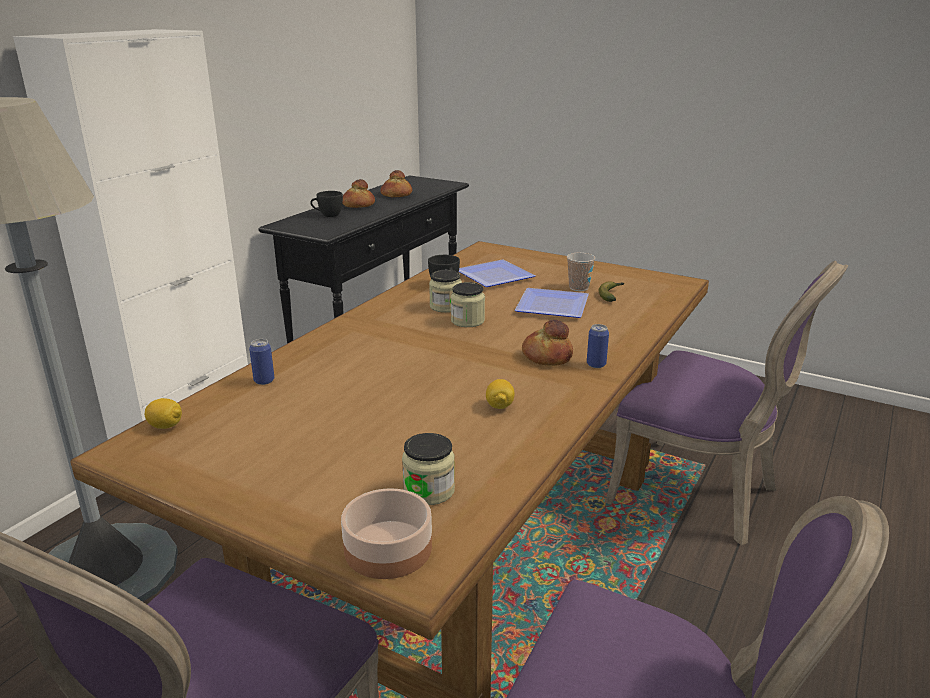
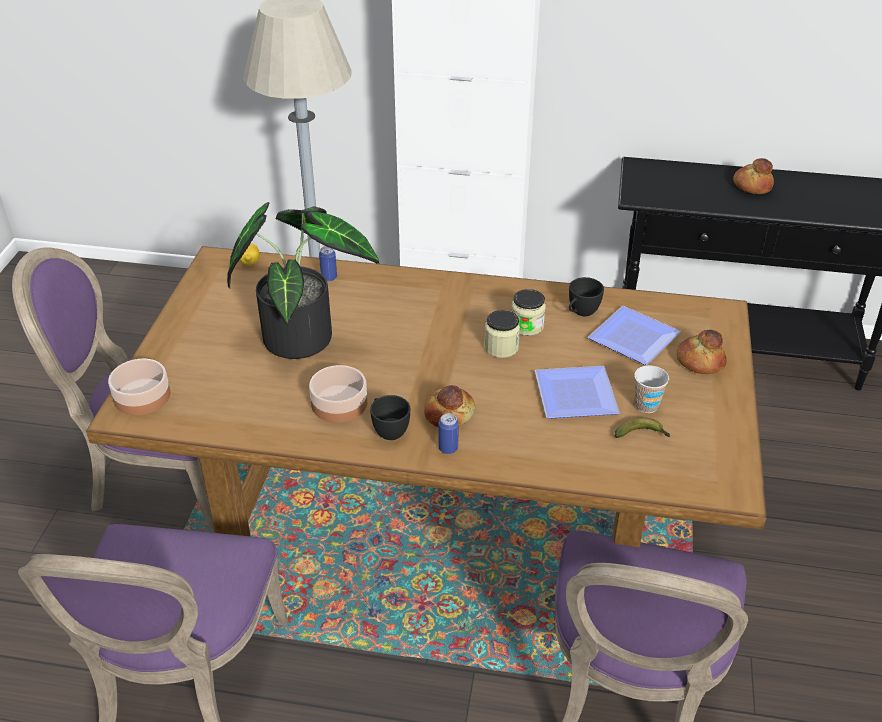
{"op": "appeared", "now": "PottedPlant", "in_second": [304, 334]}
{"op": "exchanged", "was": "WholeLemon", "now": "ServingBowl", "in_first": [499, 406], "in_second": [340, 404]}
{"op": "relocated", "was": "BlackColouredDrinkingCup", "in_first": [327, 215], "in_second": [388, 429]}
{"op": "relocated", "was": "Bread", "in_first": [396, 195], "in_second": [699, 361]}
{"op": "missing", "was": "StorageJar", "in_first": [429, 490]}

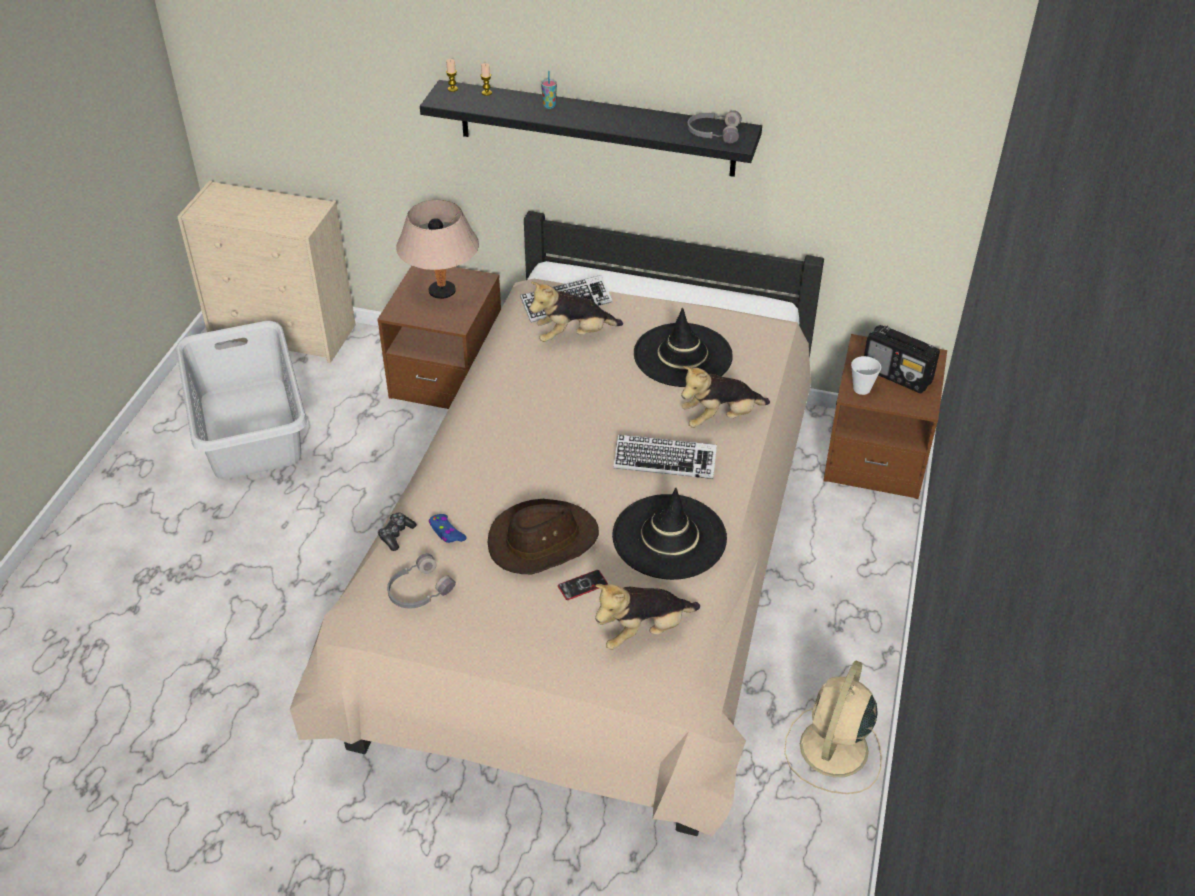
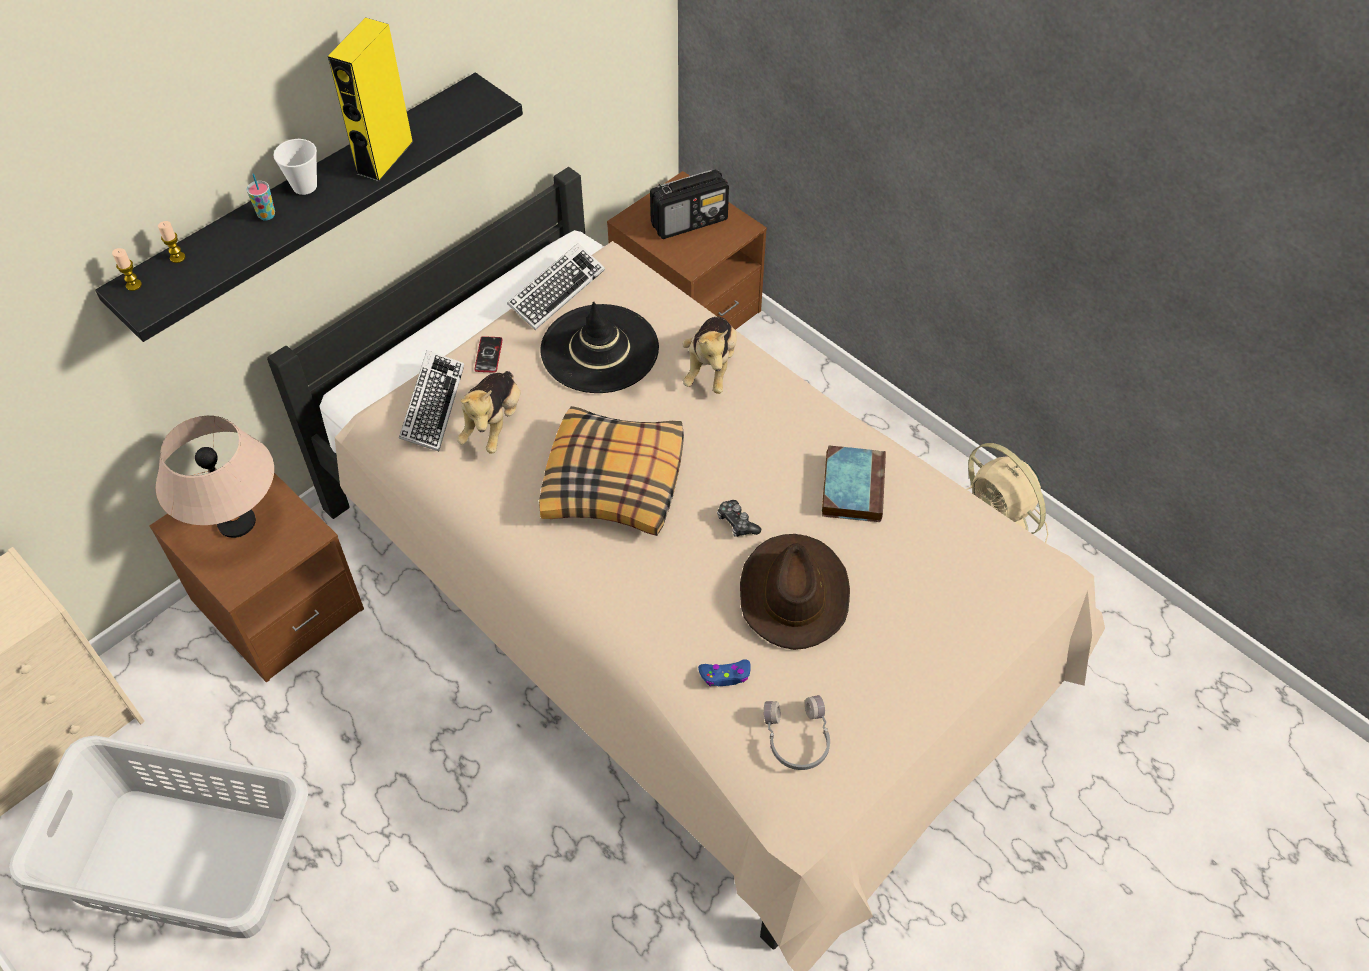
{"op": "relocated", "was": "DrinkingCup", "in_first": [861, 389], "in_second": [304, 186]}
{"op": "appeared", "now": "YellowSpeaker", "in_second": [385, 157]}
{"op": "relocated", "was": "Telephone", "in_first": [582, 585], "in_second": [488, 355]}
{"op": "relocated", "was": "ComputerKeyboard", "in_first": [665, 461], "in_second": [556, 291]}
{"op": "appeared", "now": "ThrowPillow", "in_second": [615, 482]}
{"op": "relocated", "was": "Joypad", "in_first": [396, 535], "in_second": [737, 523]}
{"op": "exchanged", "was": "BlackColouredClothingHat", "now": "Book", "in_first": [669, 537], "in_second": [852, 486]}
{"op": "missing", "was": "CuddlyToy", "in_first": [643, 631]}
{"op": "missing", "was": "GreyishHeadphones", "in_first": [713, 132]}

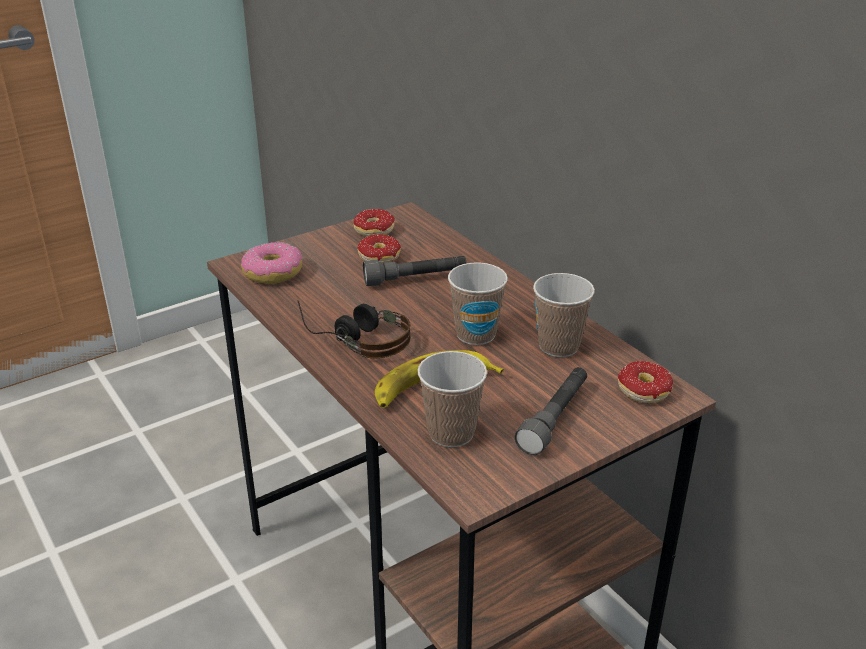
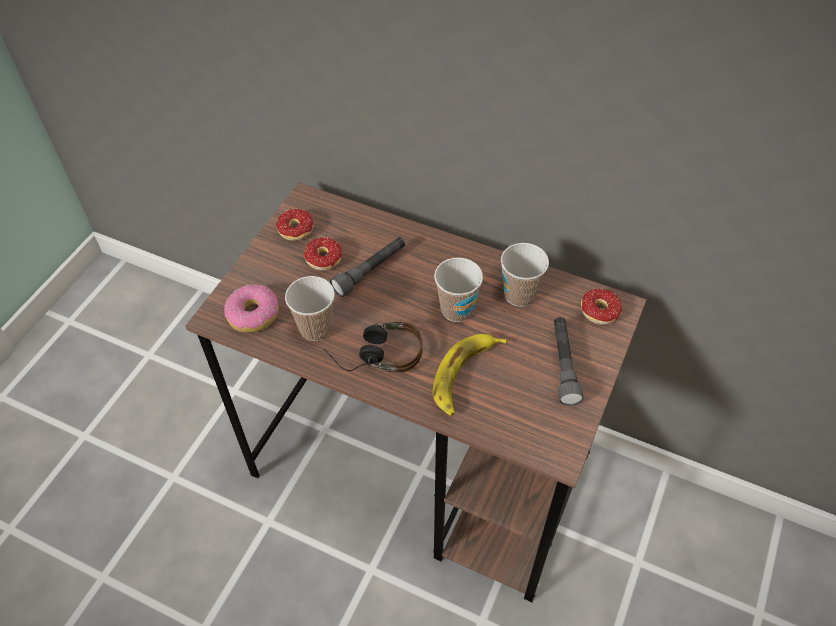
{"op": "relocated", "was": "DrinkingCup", "in_first": [451, 433], "in_second": [316, 328]}

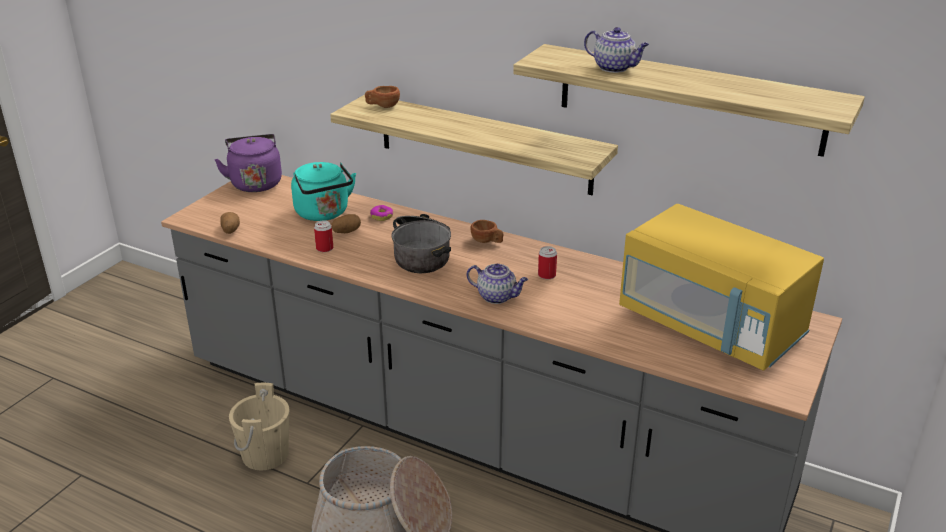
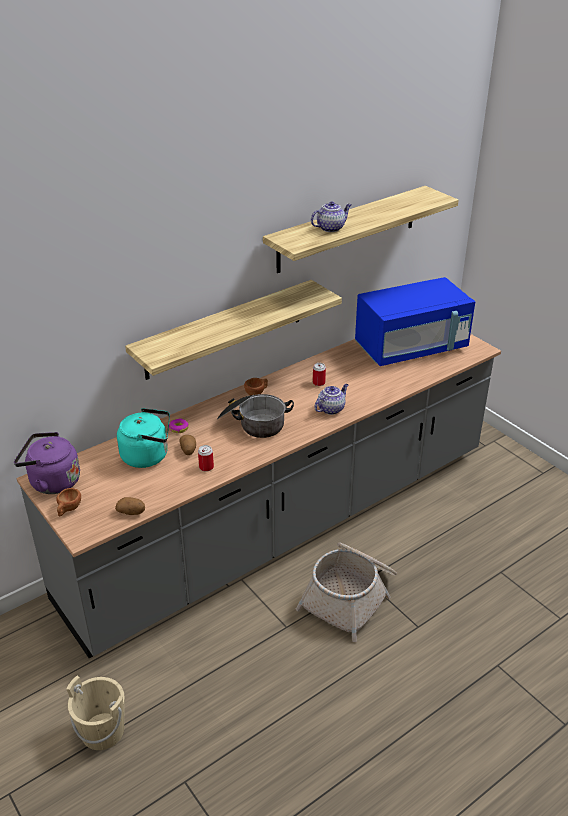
{"op": "relocated", "was": "BrownDrinkingCup", "in_first": [382, 106], "in_second": [68, 509]}
{"op": "relocated", "was": "BeigeColouredPail", "in_first": [265, 454], "in_second": [102, 730]}
{"op": "colour", "was": "YellowMicrowaveOven", "now": "BluishMicrowaveOven", "in_first": [711, 326], "in_second": [411, 348]}

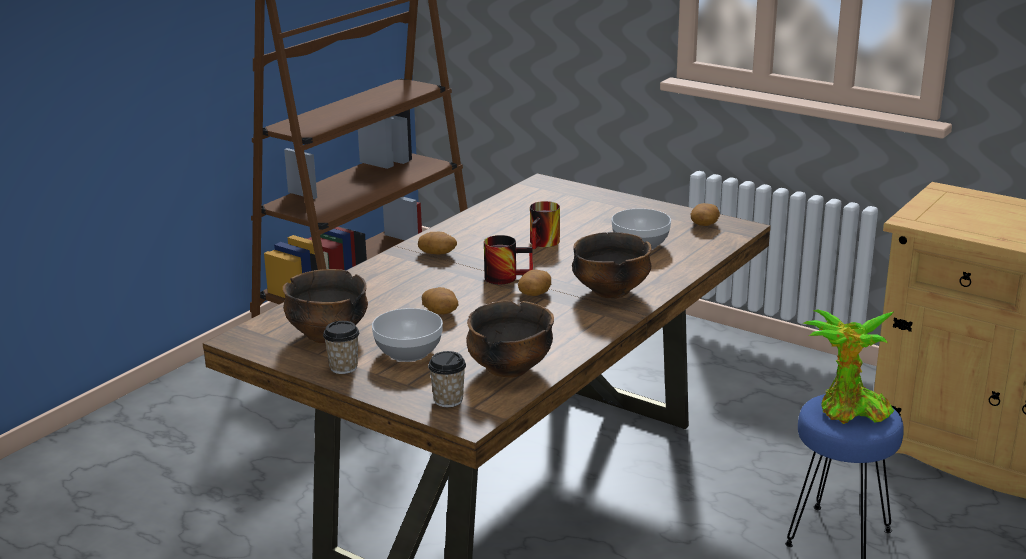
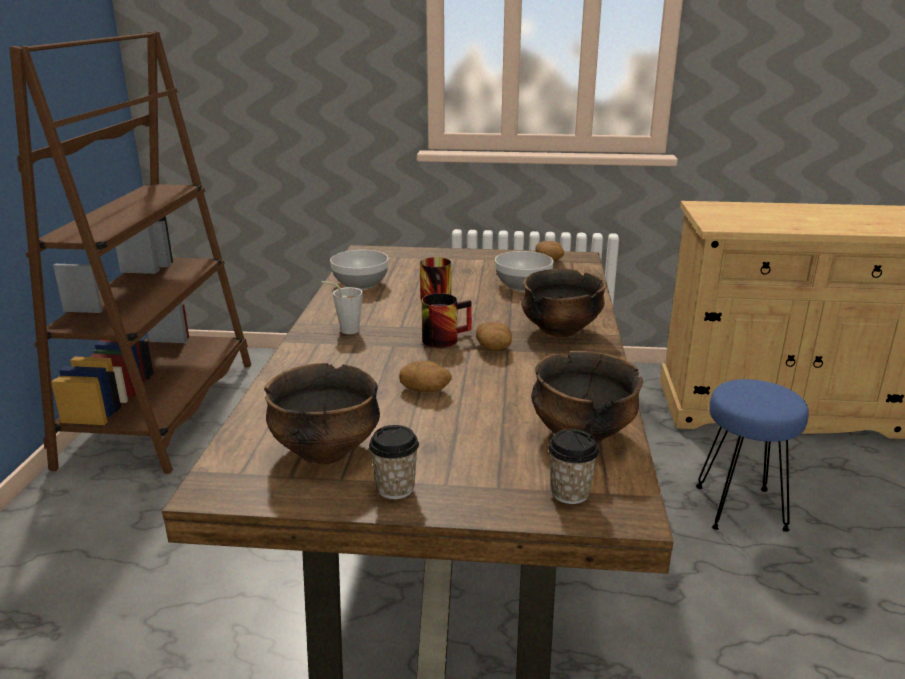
{"op": "exchanged", "was": "Spud", "now": "GreyishDrinkingCup", "in_first": [438, 253], "in_second": [345, 330]}
{"op": "relocated", "was": "ServingBowl", "in_first": [409, 352], "in_second": [361, 284]}
{"op": "missing", "was": "PottedPlant", "in_first": [849, 412]}

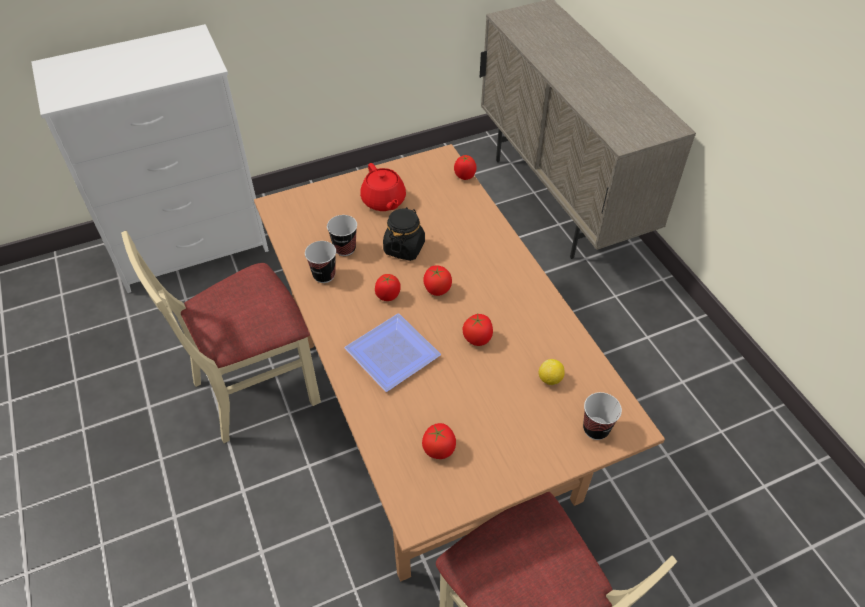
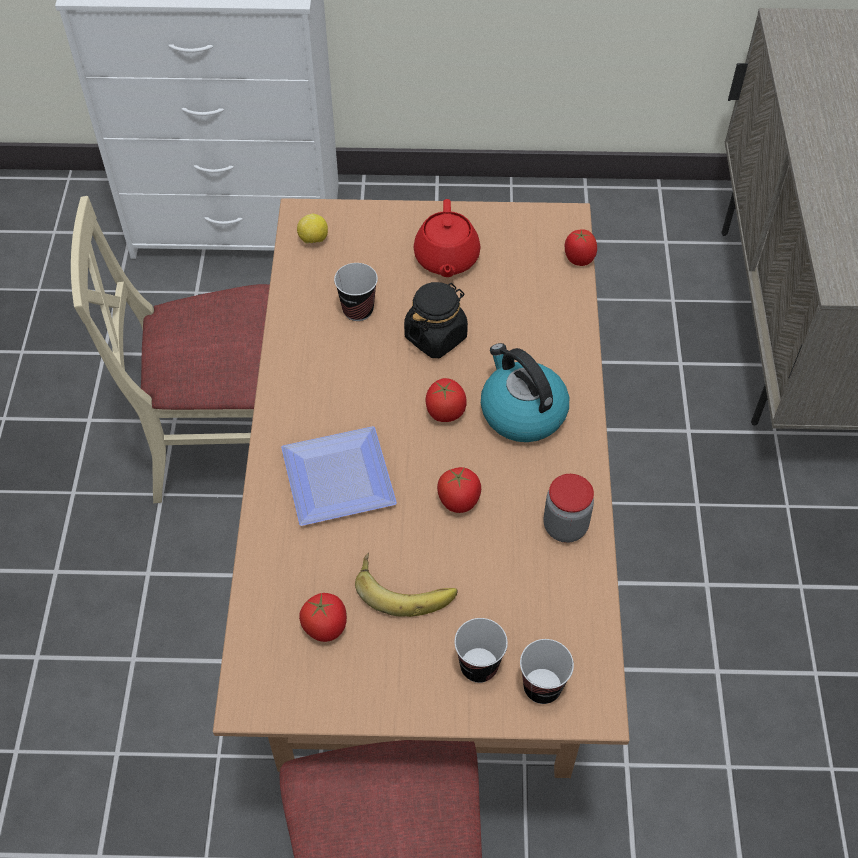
{"op": "relocated", "was": "WholeLemon", "in_first": [550, 379], "in_second": [313, 240]}
{"op": "appeared", "now": "WholeBanana", "in_second": [405, 587]}
{"op": "relocated", "was": "DrinkingCup", "in_first": [324, 275], "in_second": [479, 666]}
{"op": "appeared", "now": "TeaKettle", "in_second": [521, 412]}
{"op": "appeared", "now": "StorageJar", "in_second": [565, 526]}
{"op": "missing", "was": "FreshTomato", "in_first": [388, 296]}

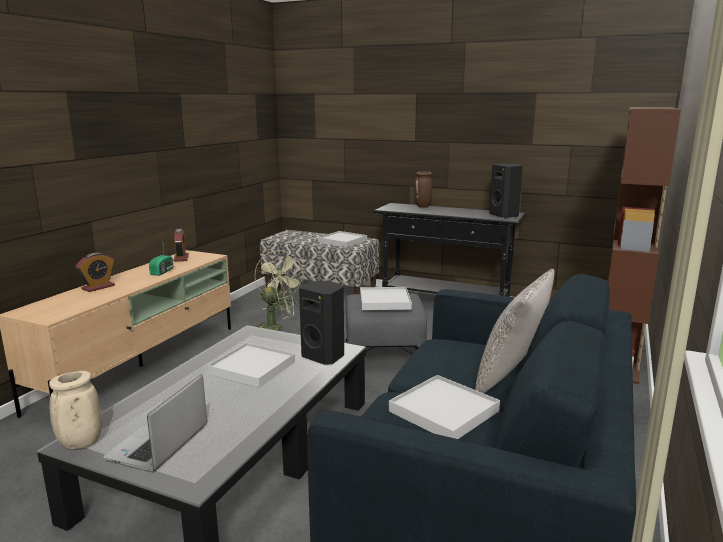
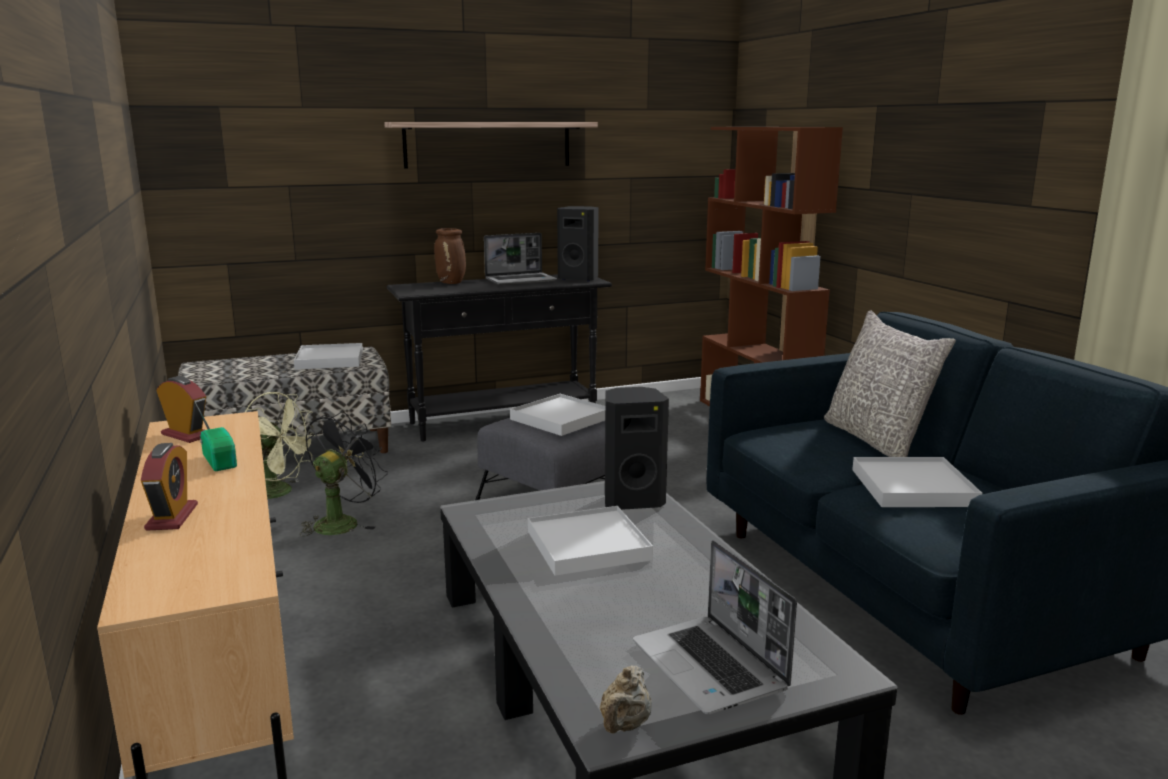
{"op": "colour", "was": "GreenElectricFan", "now": "BlackColouredElectricFan", "in_first": [277, 328], "in_second": [342, 522]}
{"op": "appeared", "now": "Shelf", "in_second": [488, 144]}
{"op": "appeared", "now": "Laptop", "in_second": [521, 280]}
{"op": "exchanged", "was": "BeigeColouredFlowerVase", "now": "BeigeColouredPotForTea", "in_first": [80, 444], "in_second": [624, 725]}

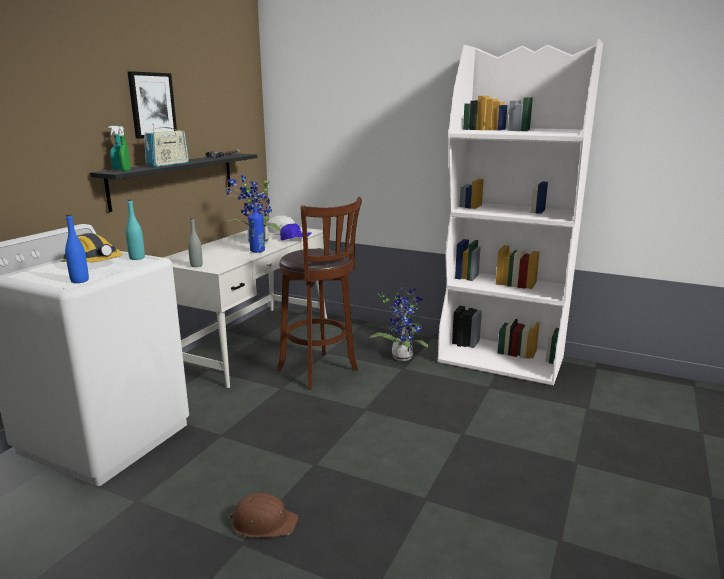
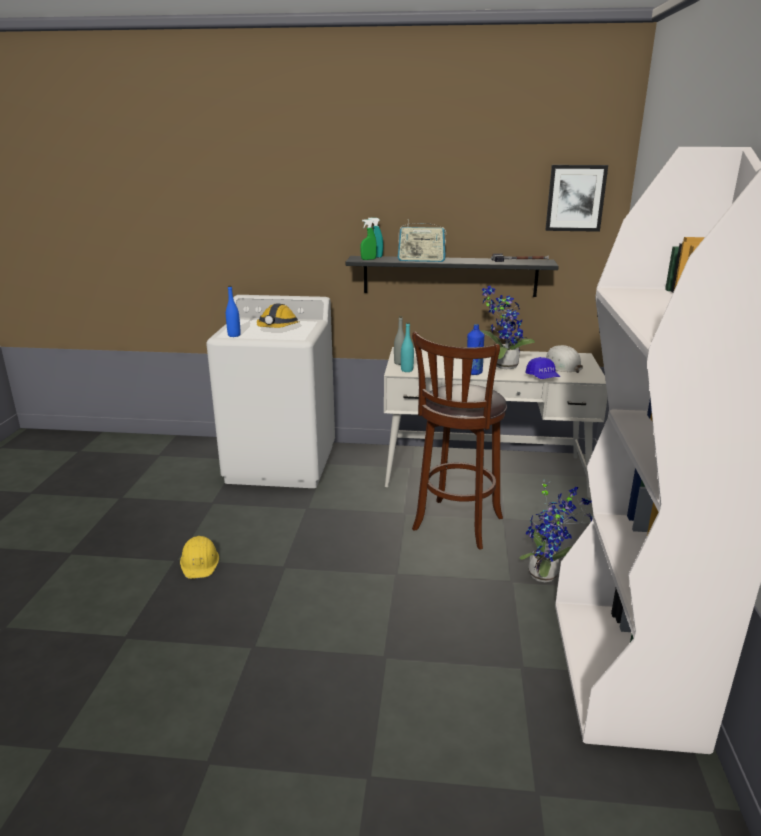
{"op": "colour", "was": "BrownSafetyHelmet", "now": "YellowSafetyHelmet", "in_first": [263, 522], "in_second": [200, 562]}
{"op": "relocated", "was": "BlueGreenBeverageBottle", "in_first": [137, 258], "in_second": [407, 370]}
{"op": "relocated", "was": "WallArt", "in_first": [152, 105], "in_second": [575, 198]}

